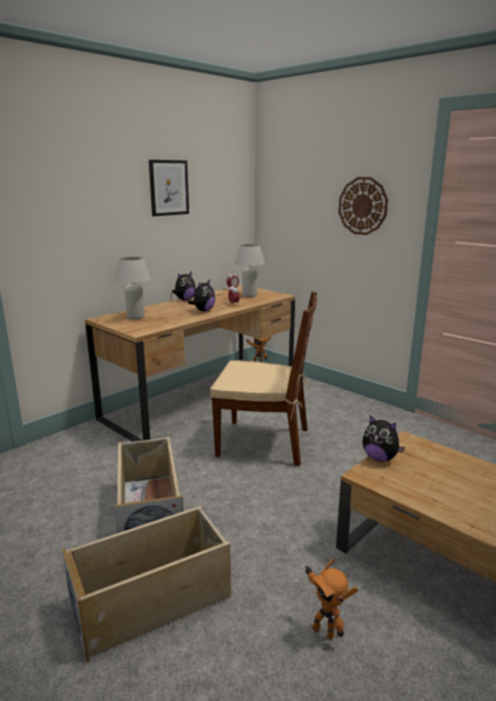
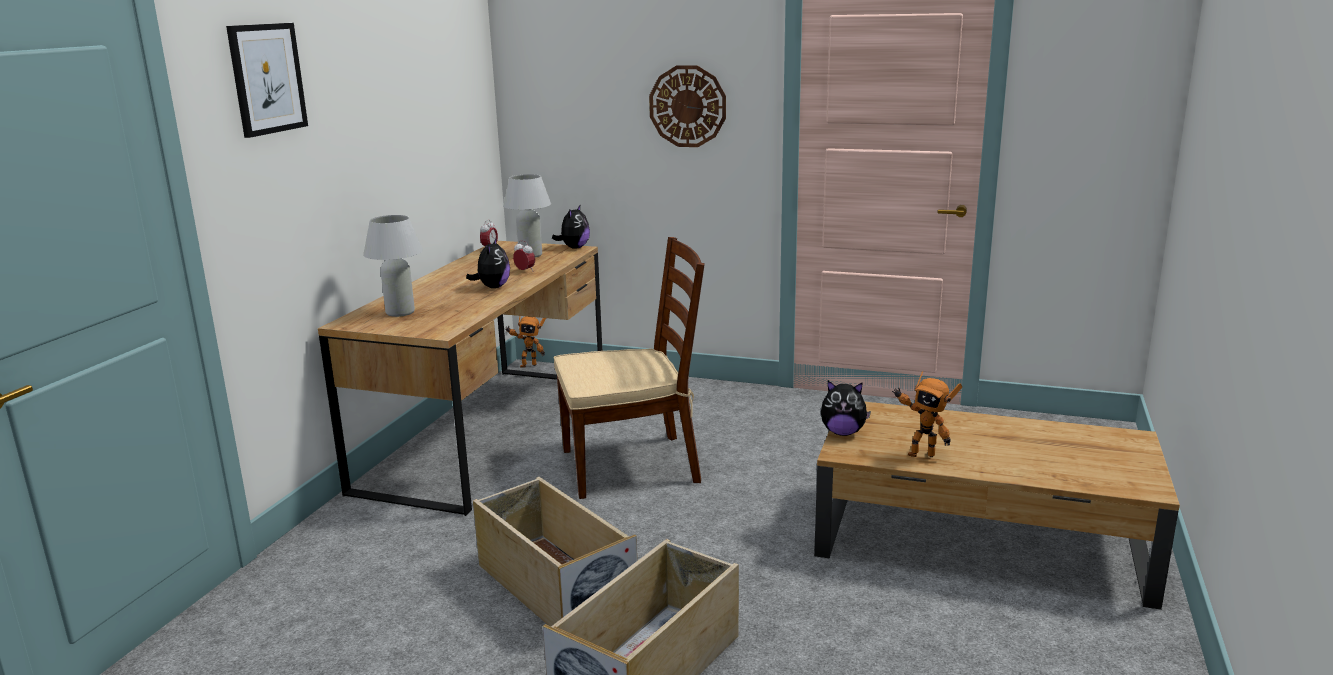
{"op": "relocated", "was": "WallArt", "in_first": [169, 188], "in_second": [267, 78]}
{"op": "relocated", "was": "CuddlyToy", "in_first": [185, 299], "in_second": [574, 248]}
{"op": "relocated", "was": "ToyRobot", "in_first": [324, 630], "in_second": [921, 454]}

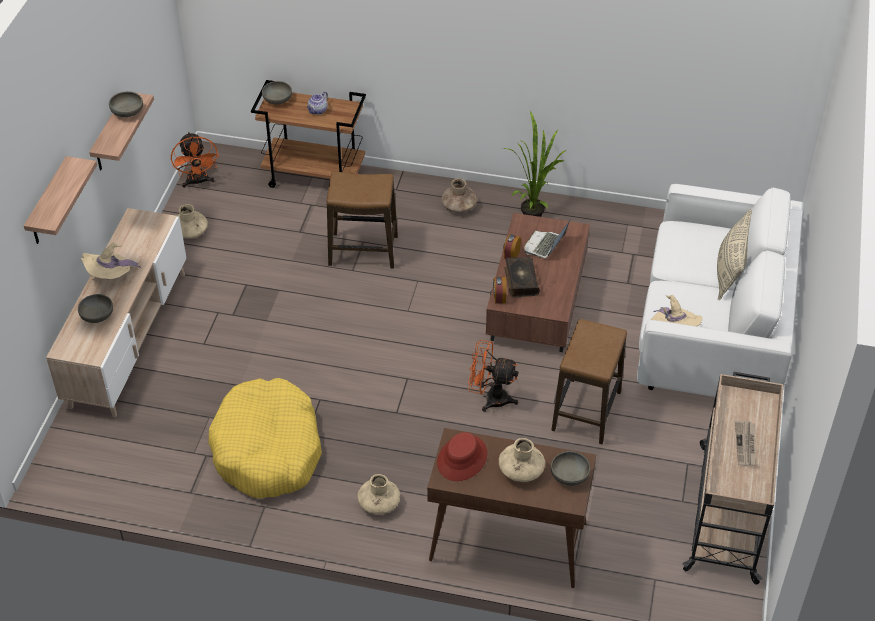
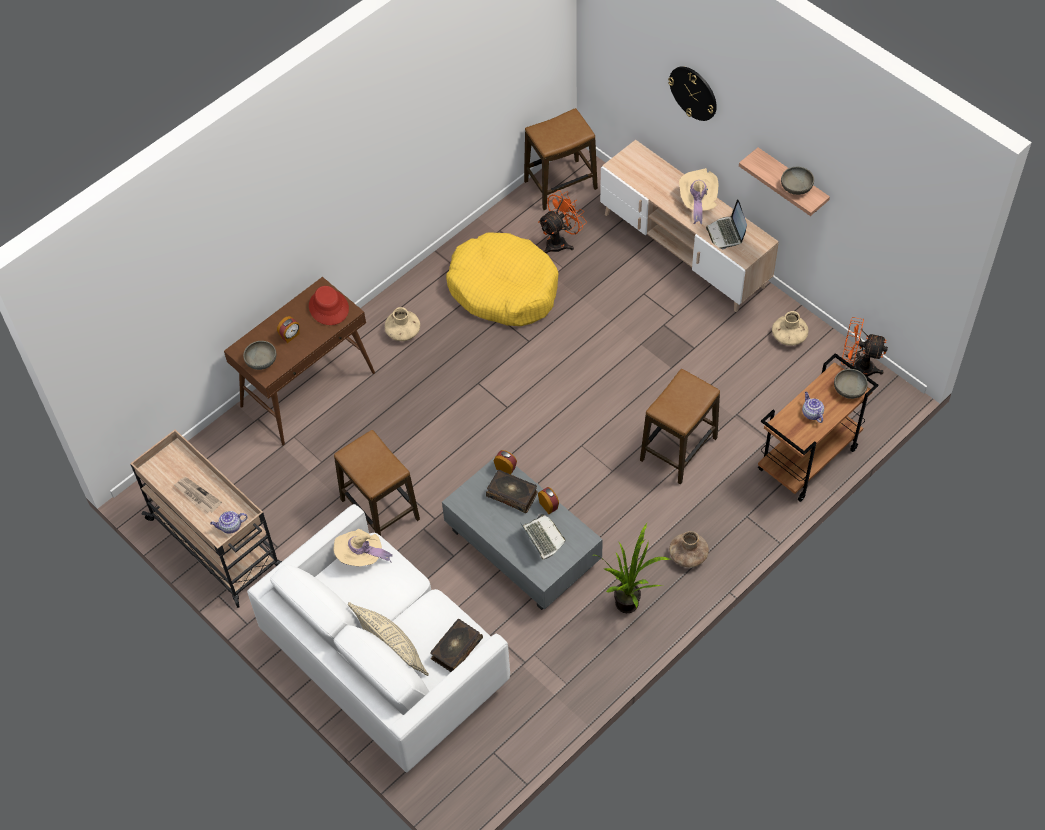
{"op": "appeared", "now": "PotForTea", "in_second": [230, 527]}
{"op": "exchanged", "was": "BeigeColouredFlowerVase", "now": "TableClock", "in_first": [521, 470], "in_second": [290, 336]}
{"op": "appeared", "now": "Book", "in_second": [456, 649]}
{"op": "colour", "was": "BrownLoungeTable", "now": "GreyishLoungeTable", "in_first": [536, 302], "in_second": [522, 545]}
{"op": "appeared", "now": "SittingStool", "in_second": [560, 185]}
{"op": "relocated", "was": "OrangeyElectricFan", "in_first": [490, 398], "in_second": [560, 242]}
{"op": "exchanged", "was": "Shelf", "now": "ClockOnTheWall", "in_first": [48, 203], "in_second": [693, 93]}
{"op": "appeared", "now": "Laptop", "in_second": [726, 233]}
{"op": "missing", "was": "GreyishServingBowl", "in_first": [97, 315]}

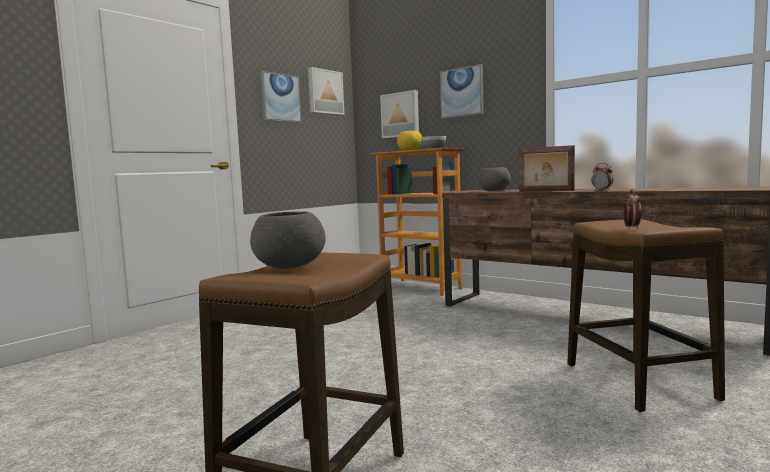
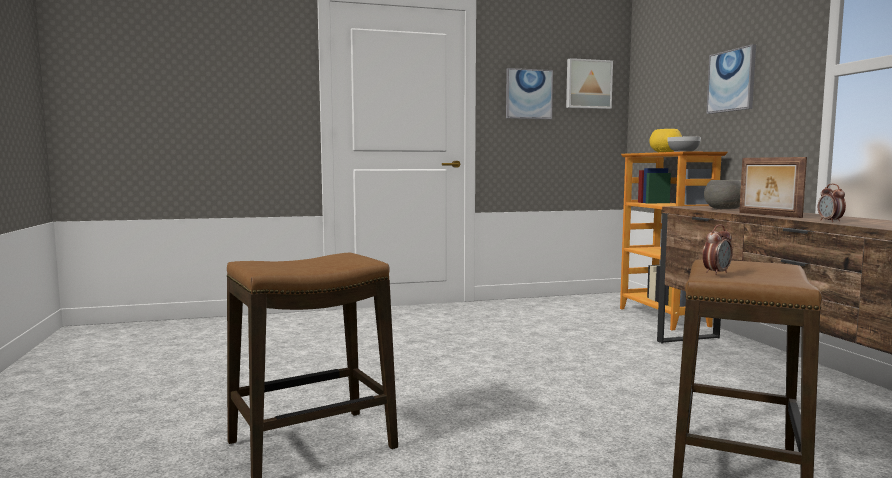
{"op": "missing", "was": "GreyishServingBowl", "in_first": [288, 266]}
{"op": "missing", "was": "WallArt", "in_first": [401, 115]}

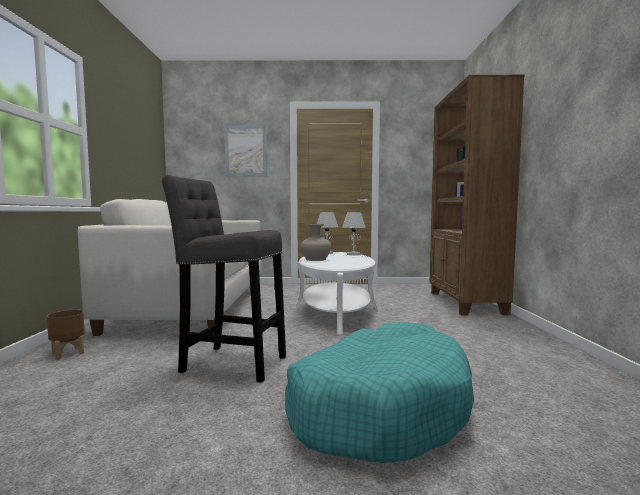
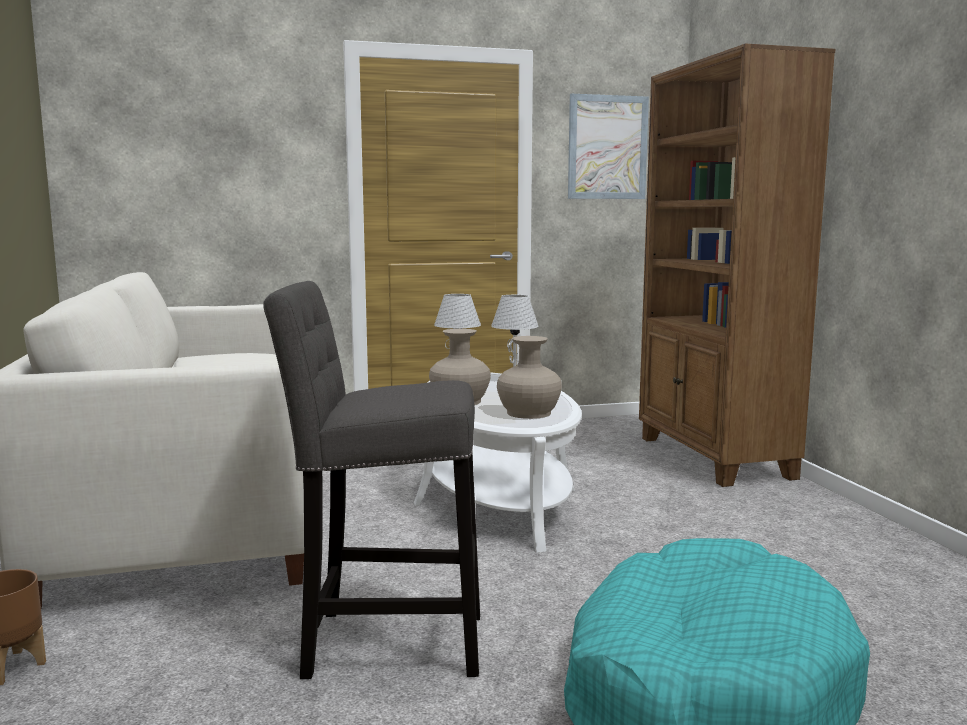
{"op": "appeared", "now": "BeigeColouredFlowerVase", "in_second": [529, 413]}
{"op": "relocated", "was": "WallArt", "in_first": [246, 151], "in_second": [607, 147]}

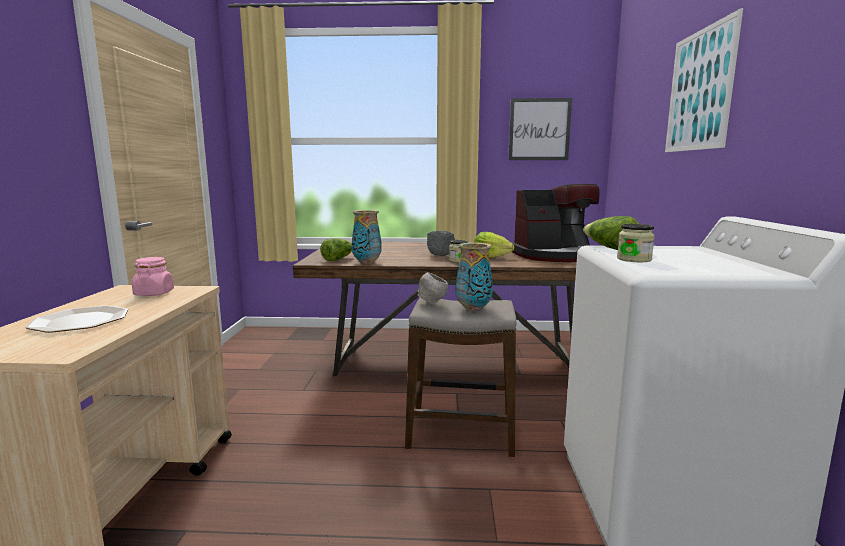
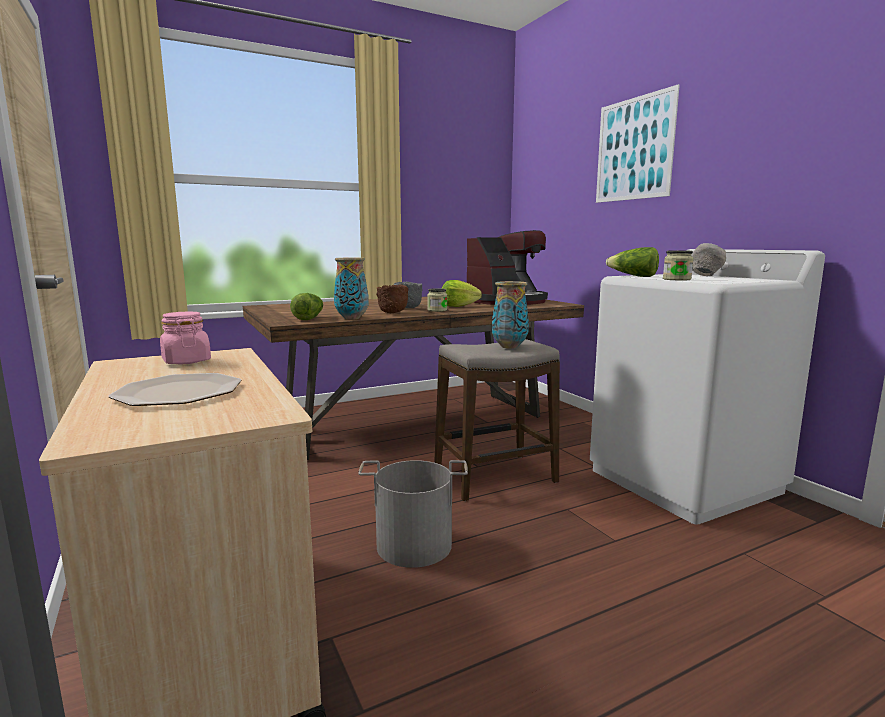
{"op": "appeared", "now": "GreyishPail", "in_second": [414, 546]}
{"op": "appeared", "now": "BrownServingBowl", "in_second": [393, 313]}
{"op": "relocated", "was": "GreyishServingBowl", "in_first": [432, 303], "in_second": [706, 276]}
{"op": "missing", "was": "WallArt", "in_first": [539, 129]}

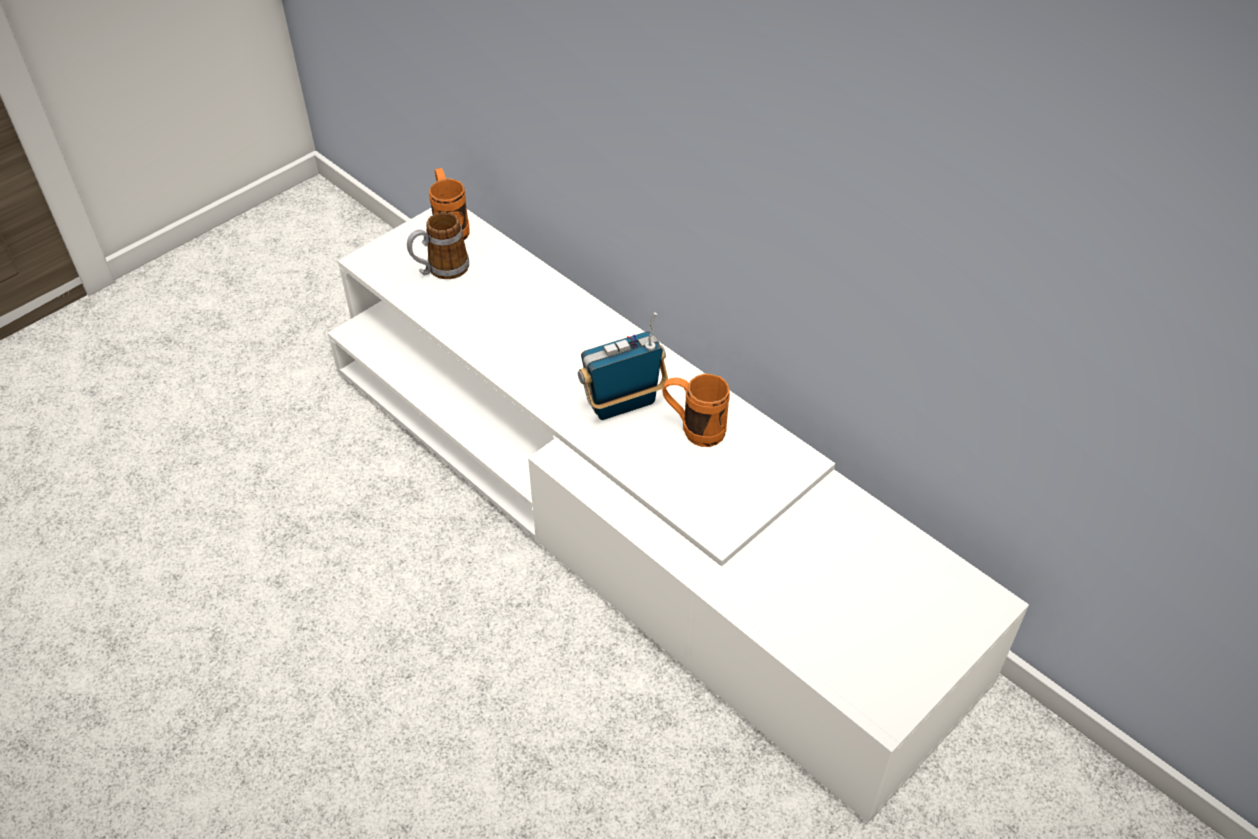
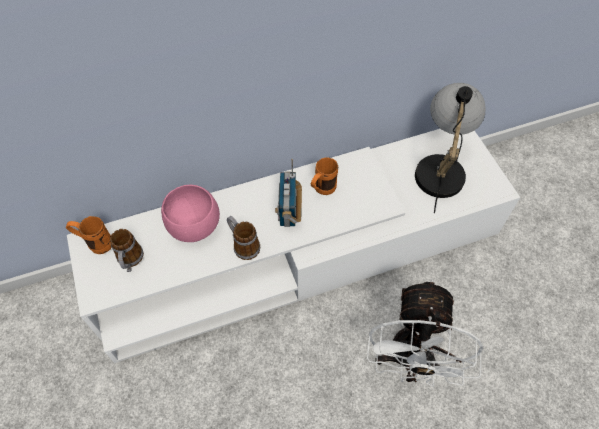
{"op": "appeared", "now": "PinkColouredServingBowl", "in_second": [193, 228]}
{"op": "appeared", "now": "CoffeeMug", "in_second": [243, 245]}
{"op": "appeared", "now": "WhitishElectricFan", "in_second": [409, 361]}
{"op": "appeared", "now": "TabletopLamp", "in_second": [440, 166]}

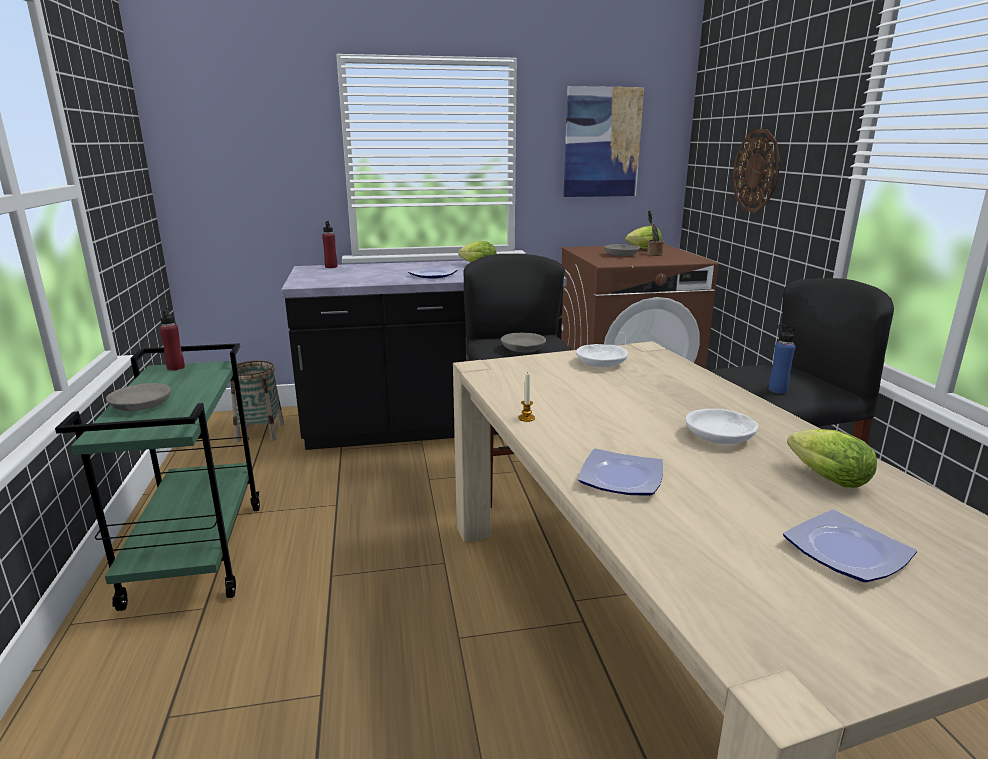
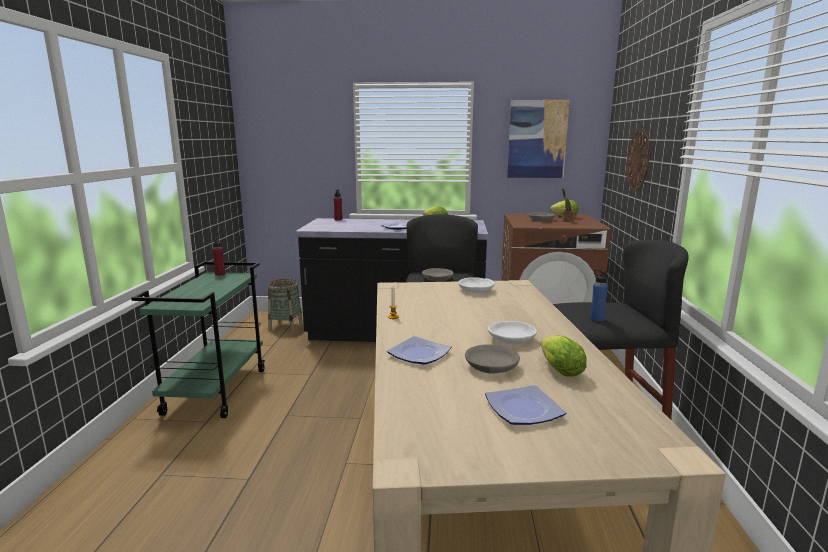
{"op": "relocated", "was": "GreyishServingBowl", "in_first": [140, 405], "in_second": [490, 366]}

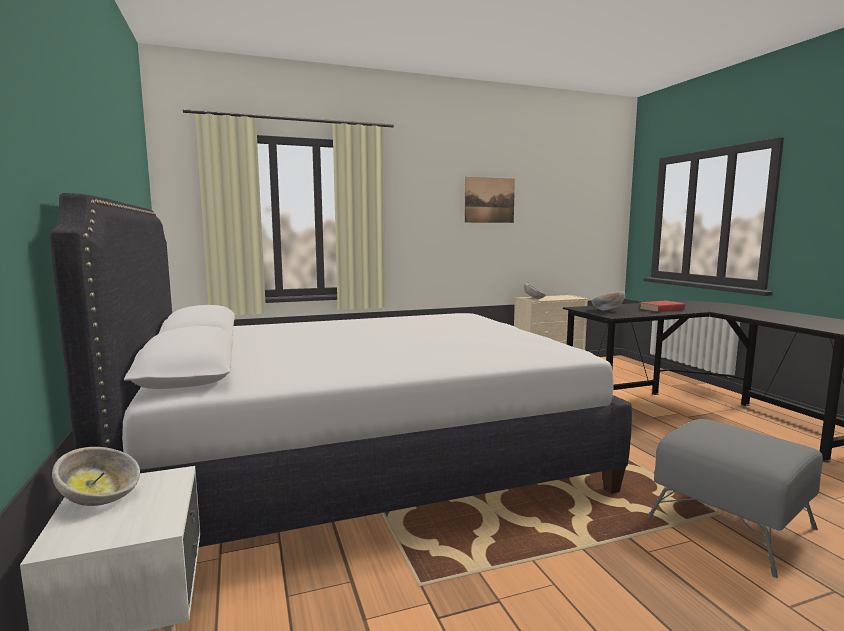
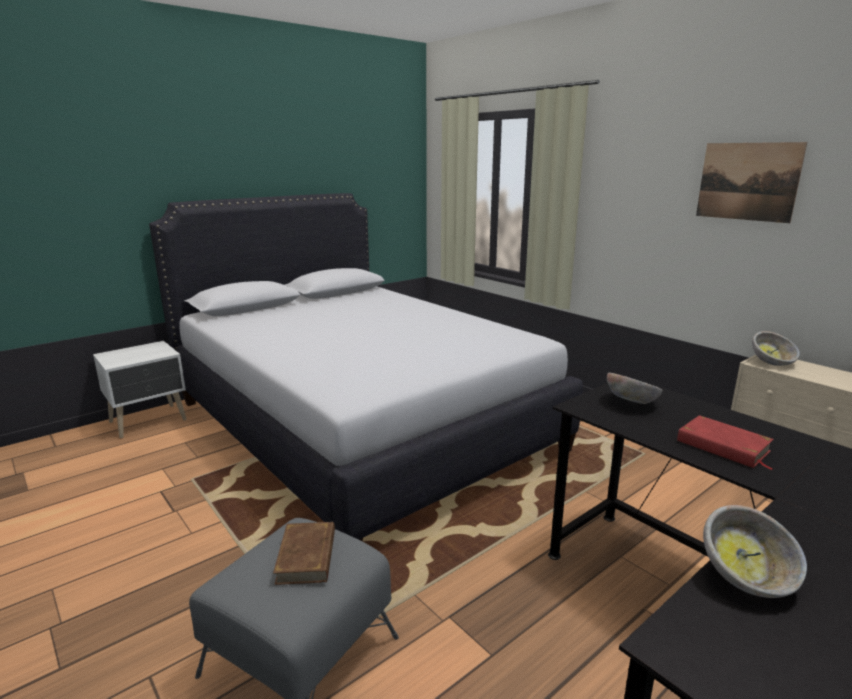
{"op": "appeared", "now": "BrownBook", "in_second": [307, 556]}
{"op": "relocated", "was": "ServingBowl", "in_first": [101, 499], "in_second": [747, 578]}

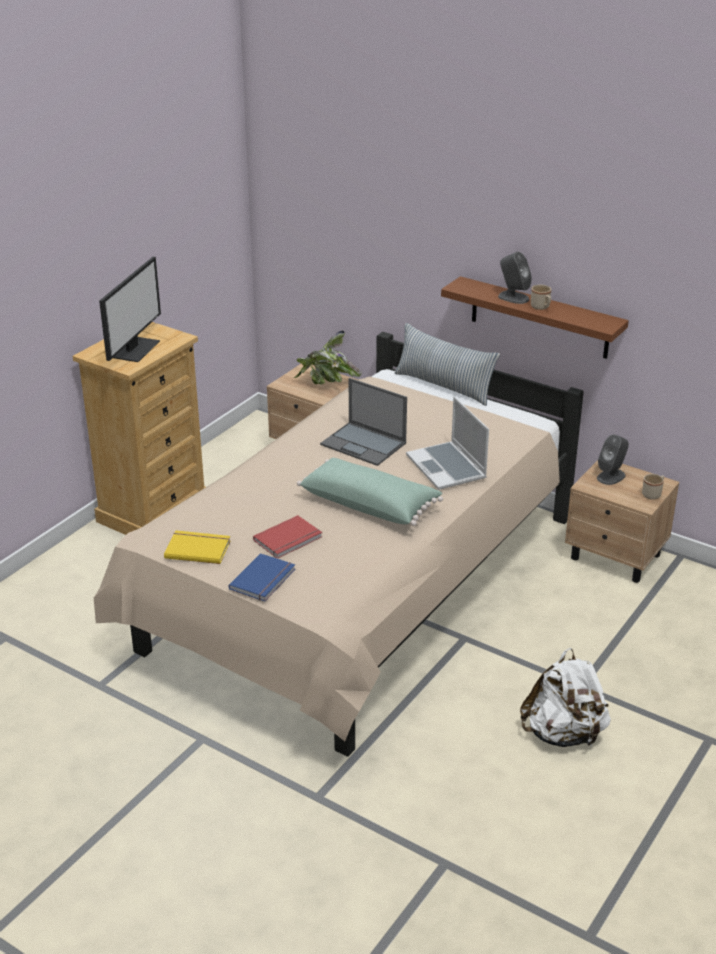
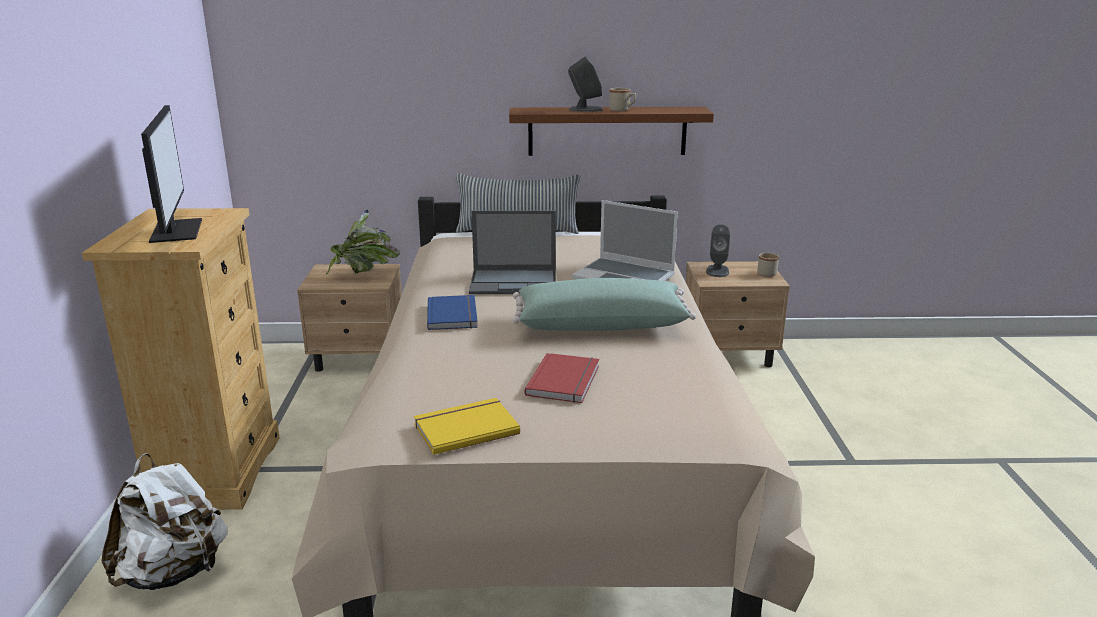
{"op": "relocated", "was": "WhitishBackpack", "in_first": [563, 734], "in_second": [174, 572]}
{"op": "relocated", "was": "BluishBook", "in_first": [264, 580], "in_second": [454, 315]}

